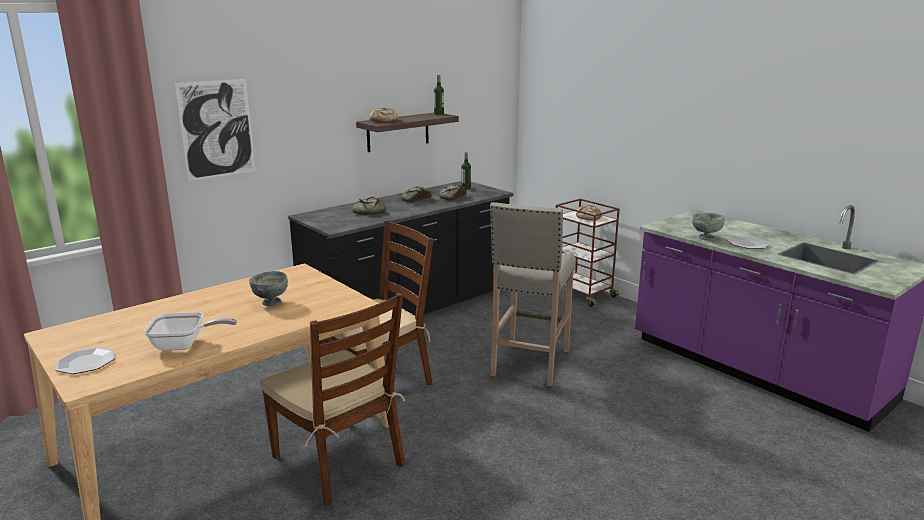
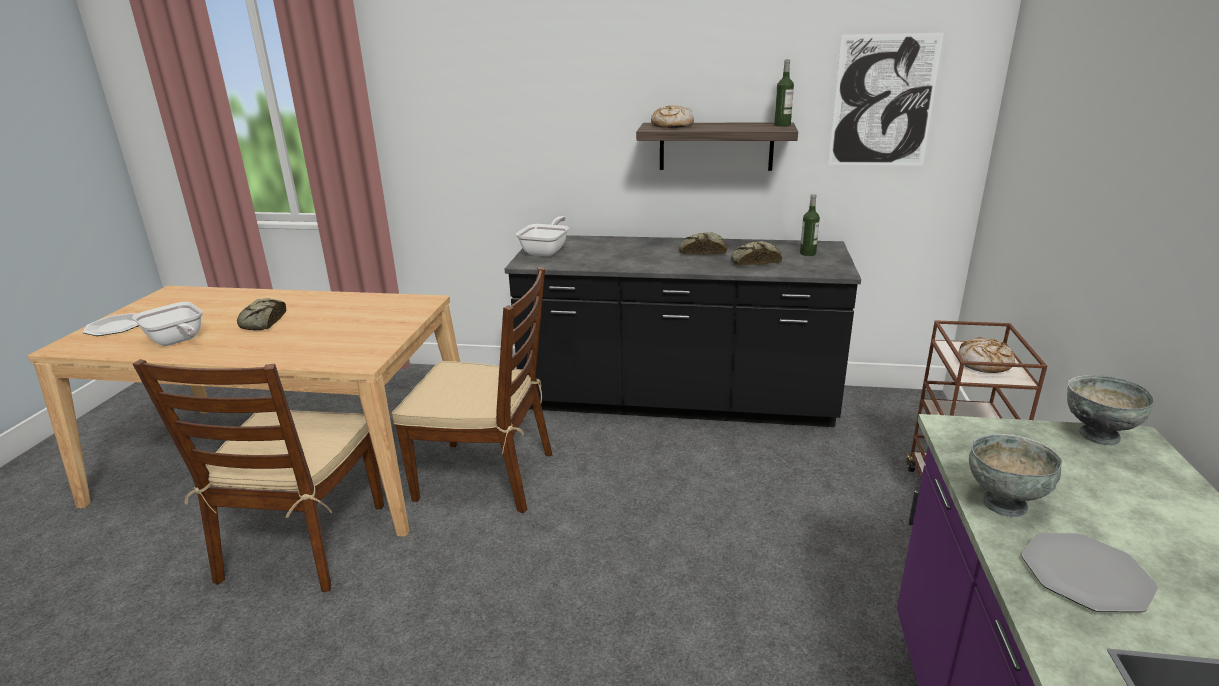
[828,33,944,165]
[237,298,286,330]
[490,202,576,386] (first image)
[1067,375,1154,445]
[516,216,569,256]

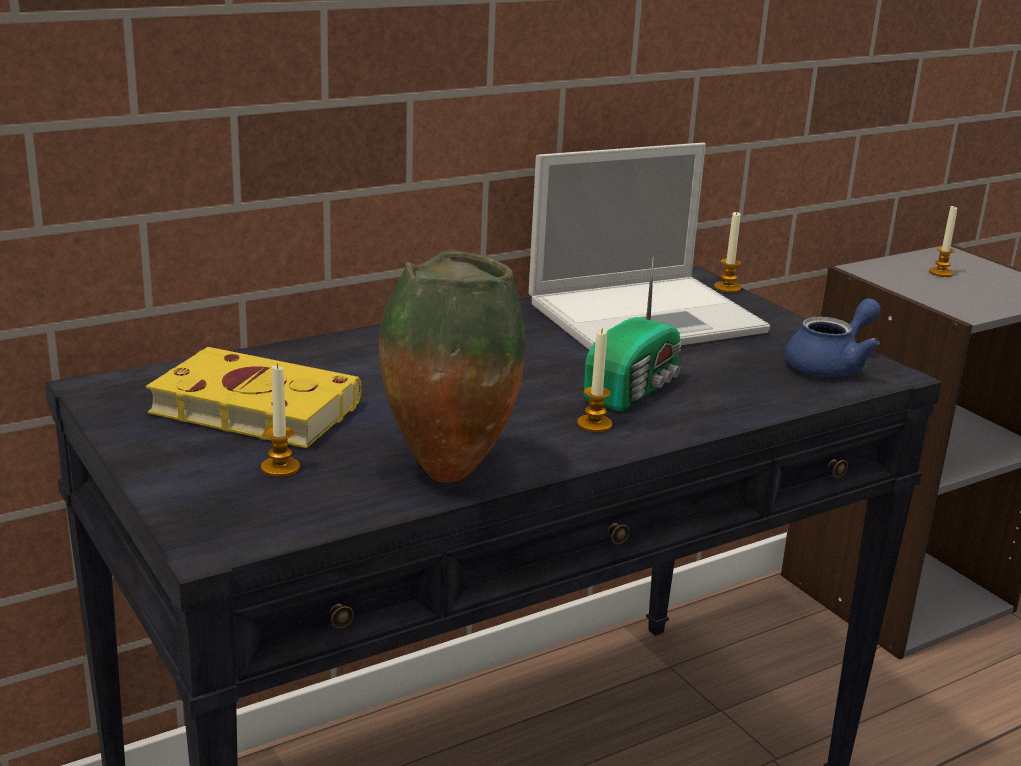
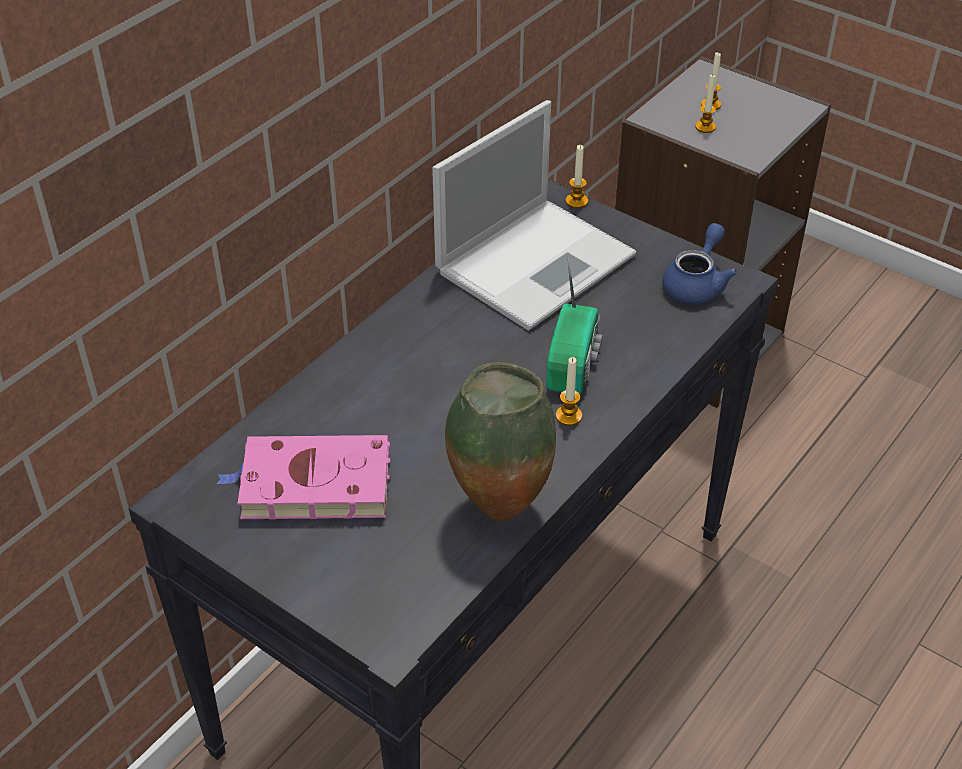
[217,435,391,520]
[695,75,716,133]

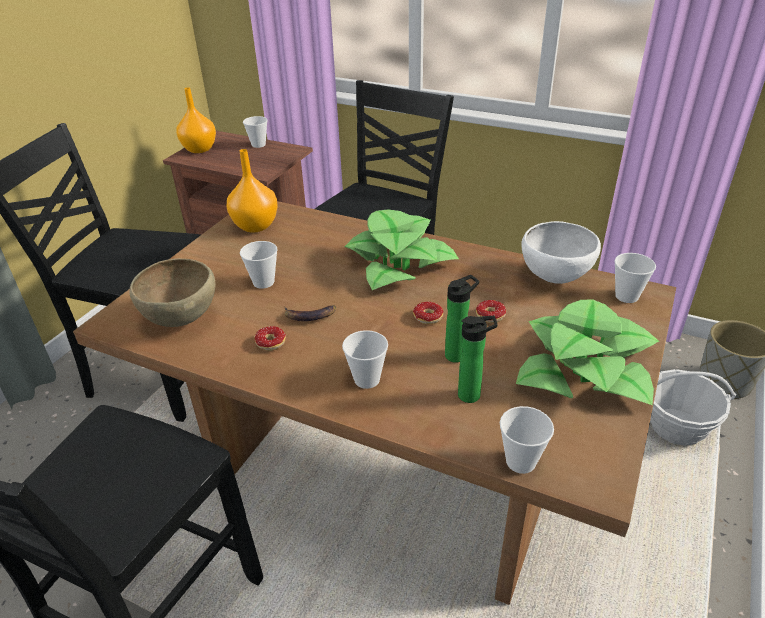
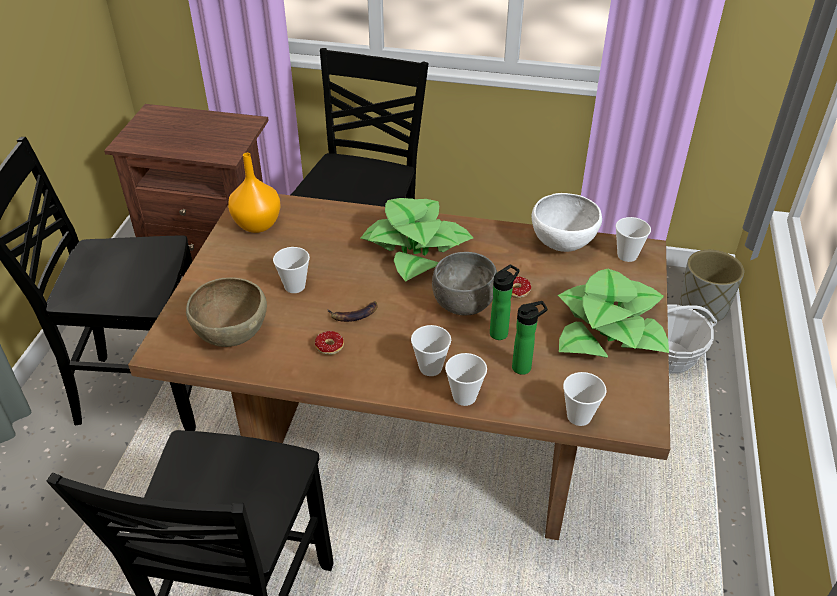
[176,87,216,153] (first image)
[445,353,487,406]
[432,252,497,316]

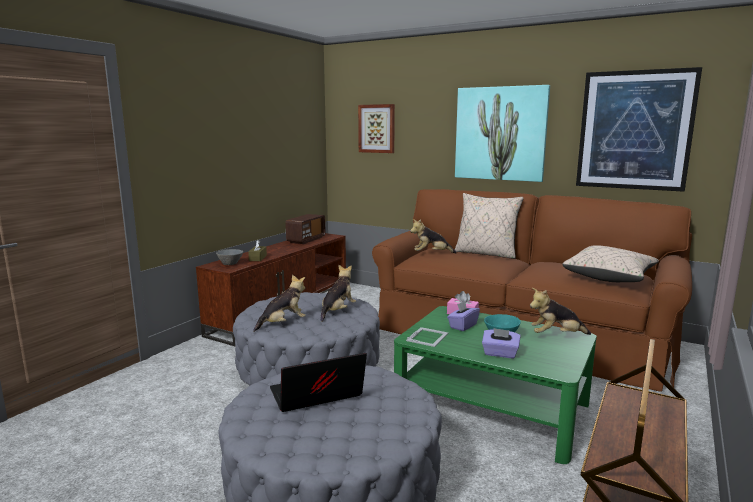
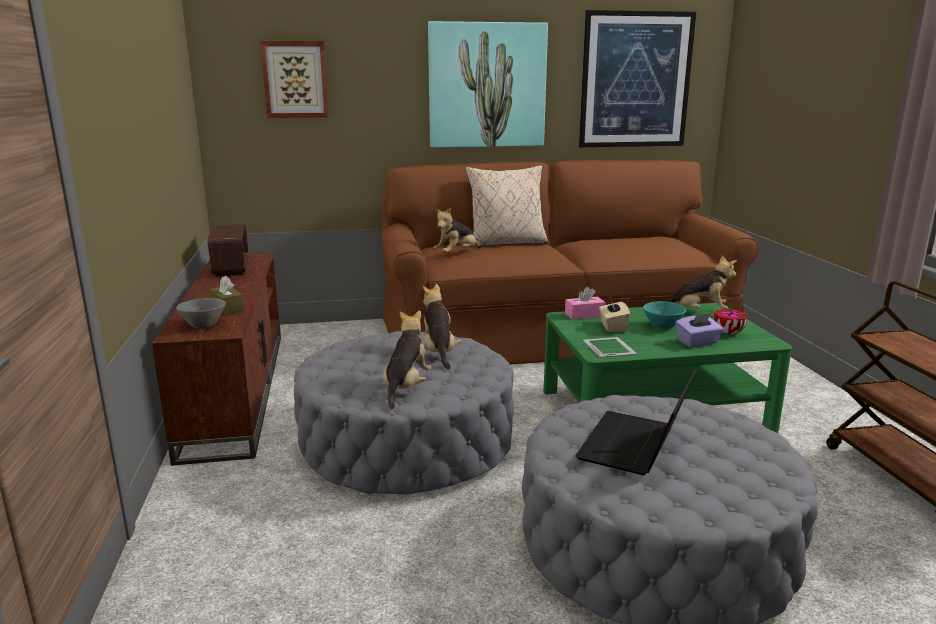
[562,245,659,282] (first image)
[667,255,737,309]
[599,297,630,332]
[713,309,747,334]

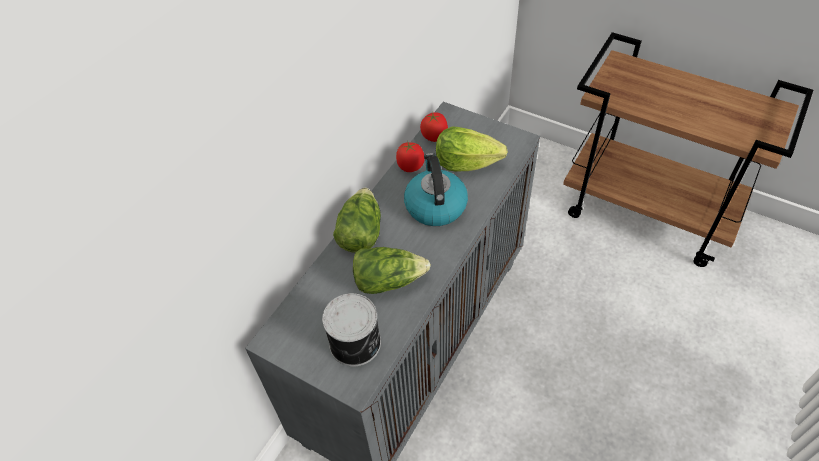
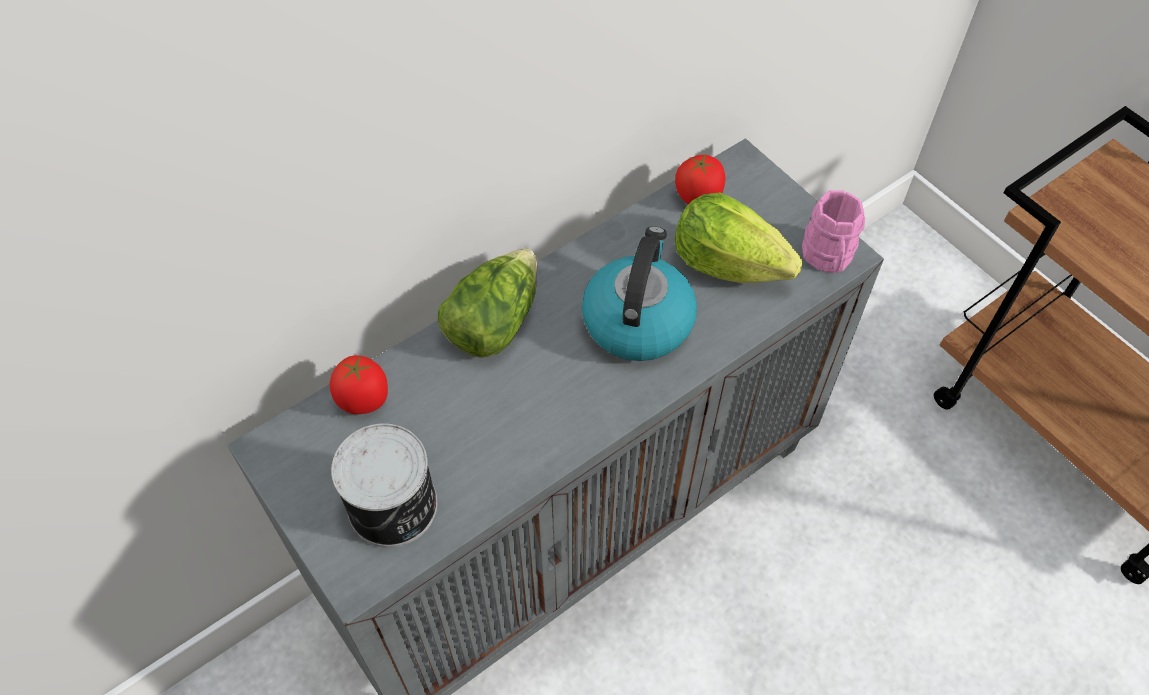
[330,355,388,414]
[353,247,431,294] (first image)
[802,190,865,273]

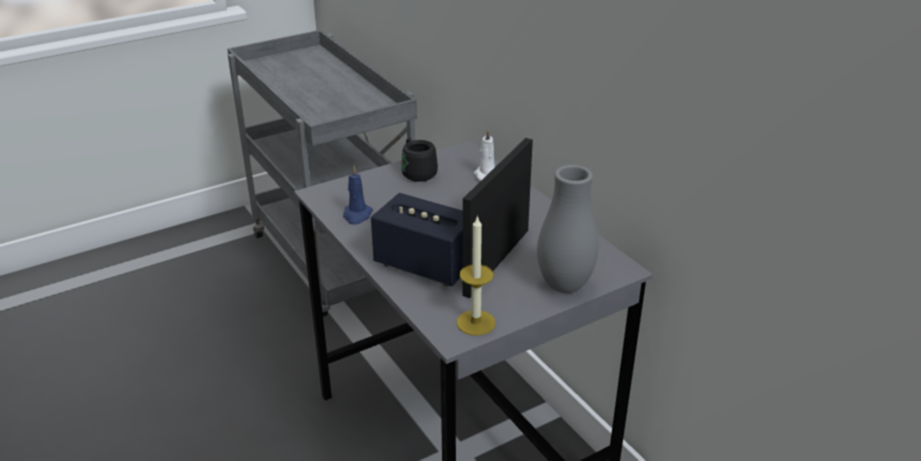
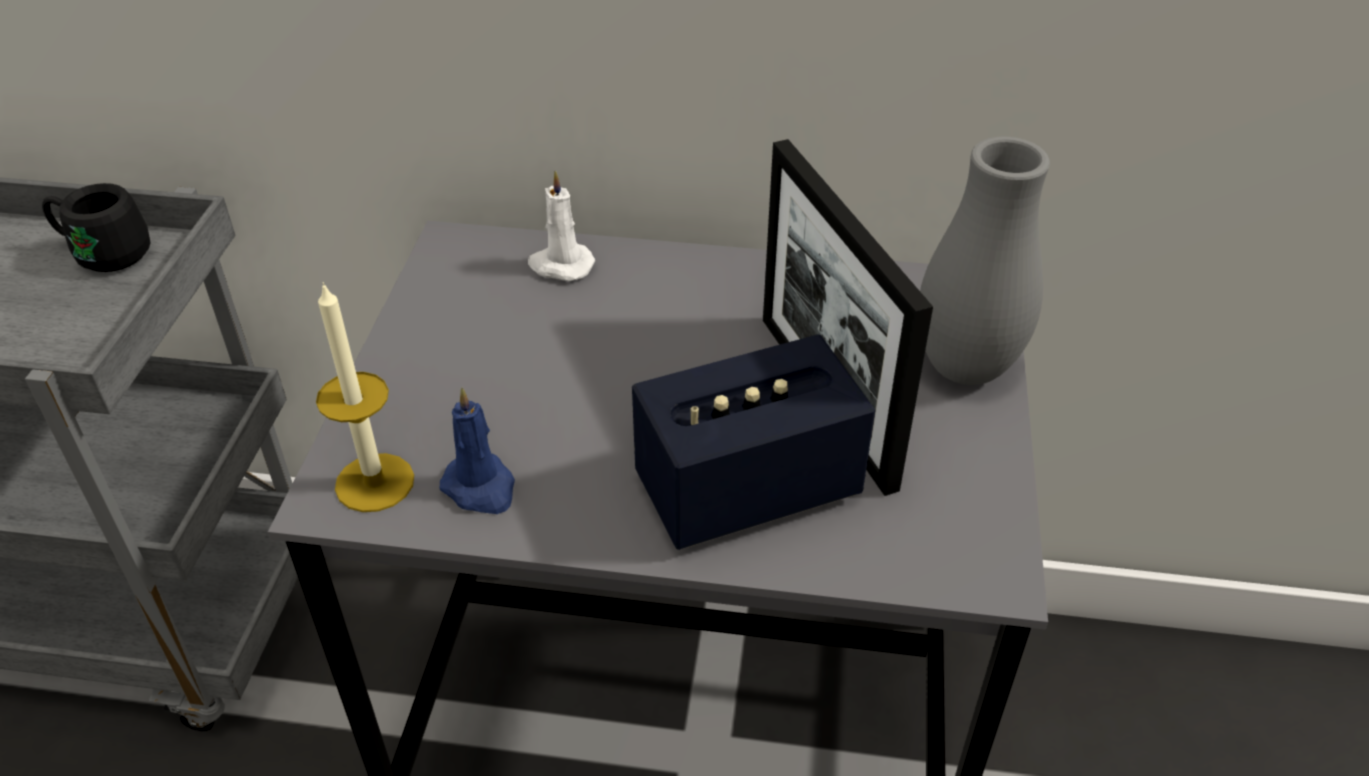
[42,183,150,272]
[316,282,414,512]

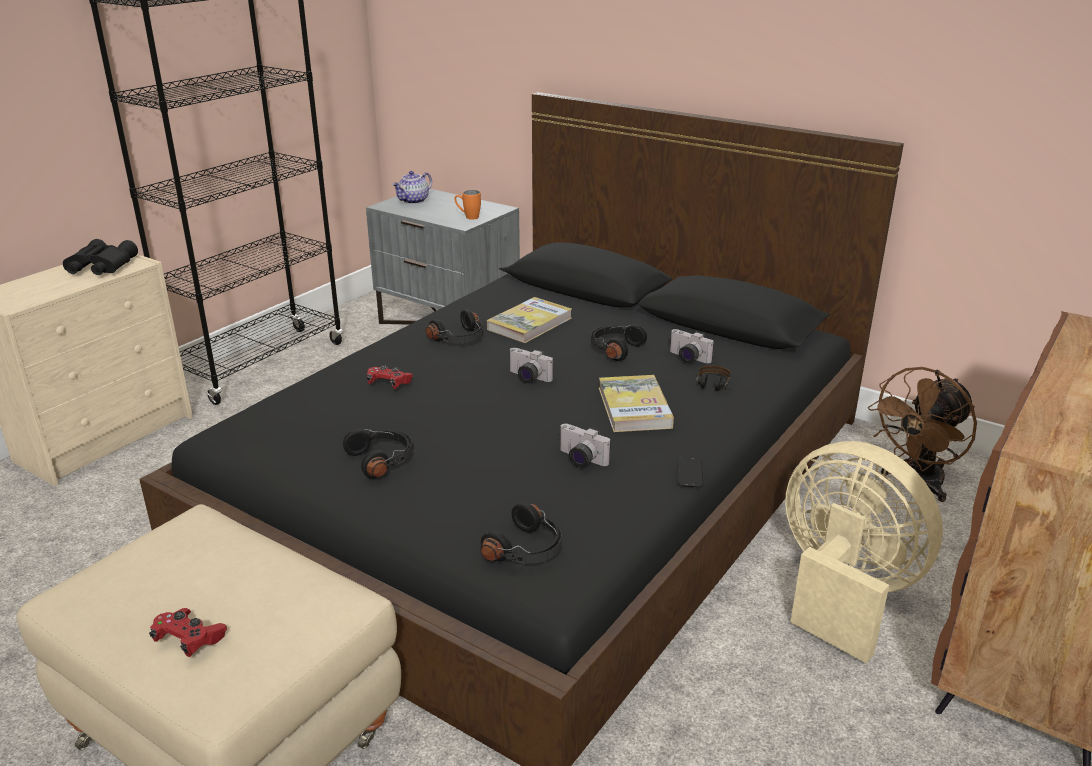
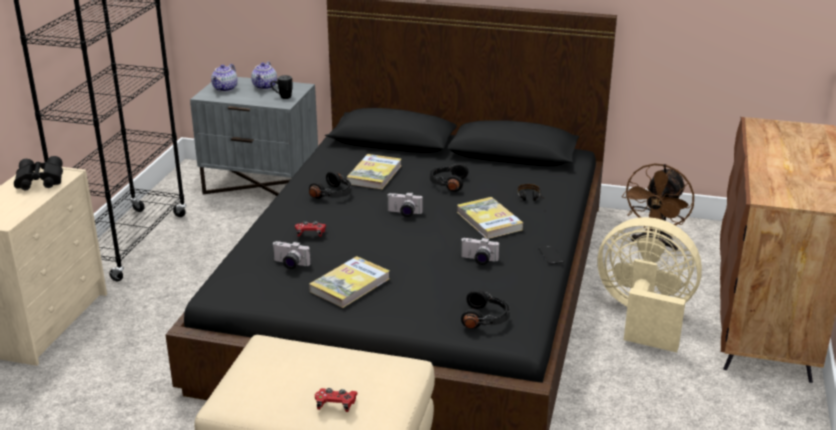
[270,75,293,99]
[272,241,311,269]
[309,256,390,308]
[251,62,277,90]

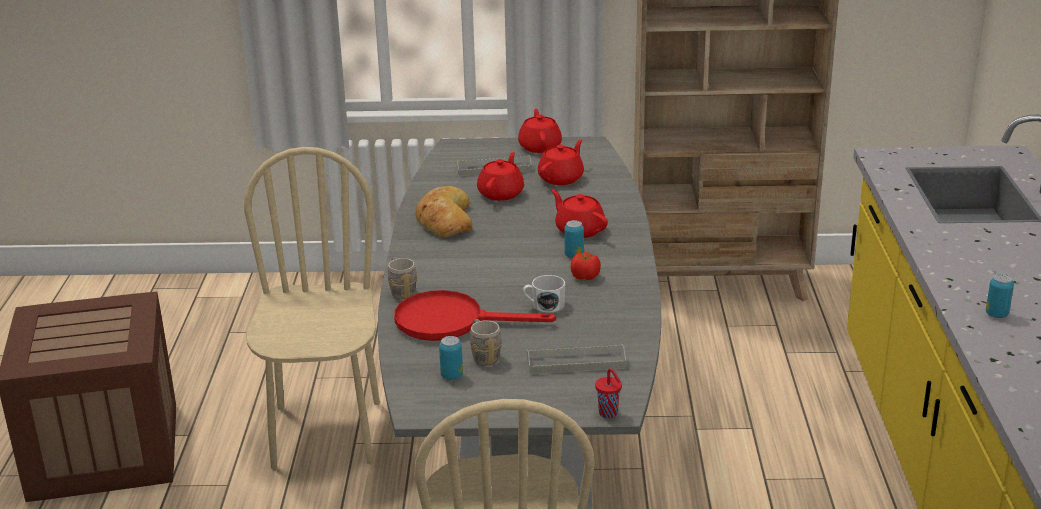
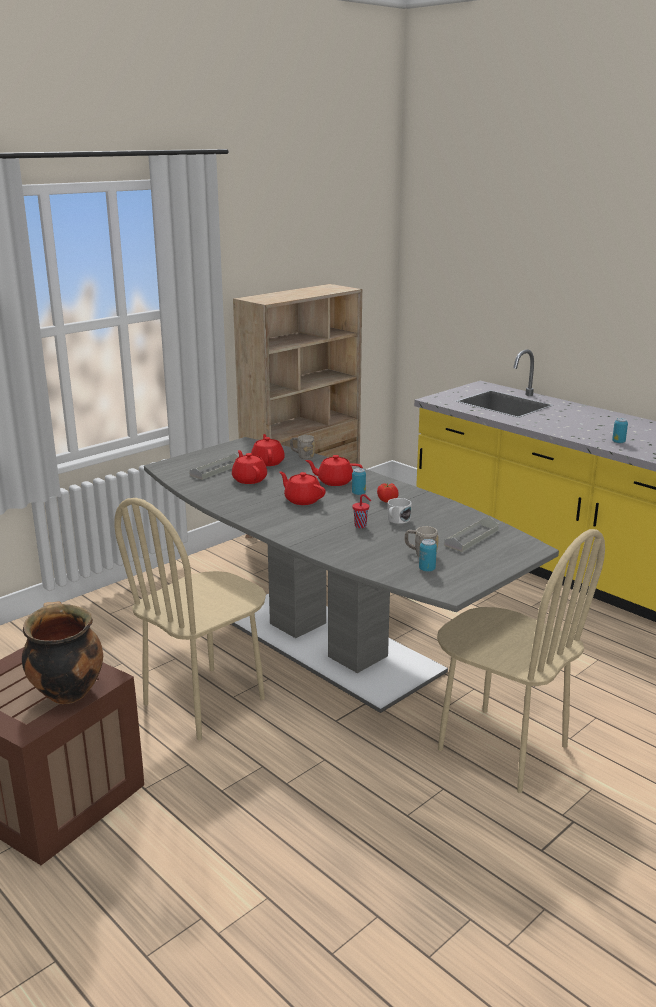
[279,471,325,505]
[114,498,266,740]
[415,186,472,237] (first image)
[290,435,315,459]
[394,290,556,341] (first image)
[352,494,371,528]
[22,601,103,704]

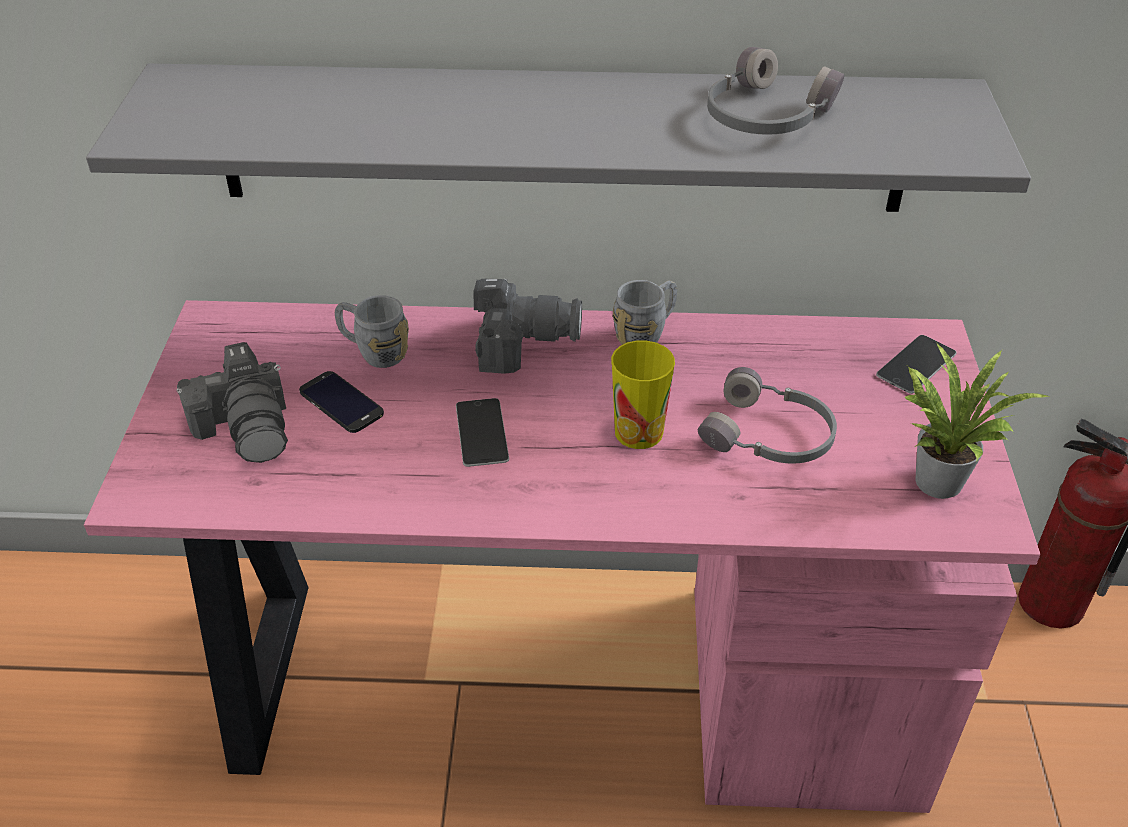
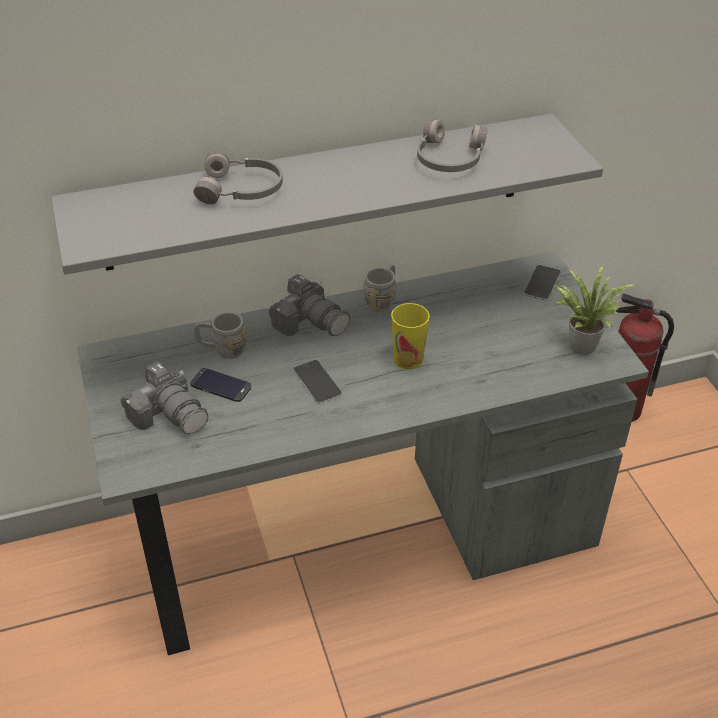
[269,274,350,336]
[77,251,649,655]
[193,150,283,204]

